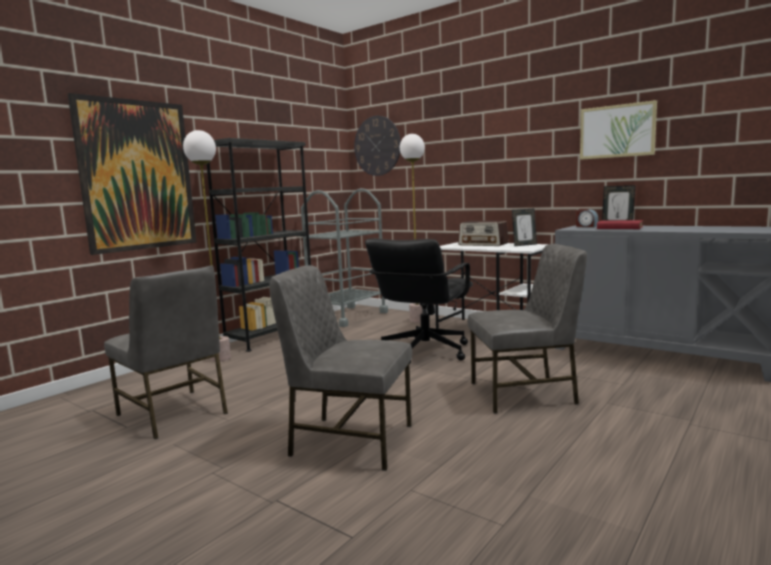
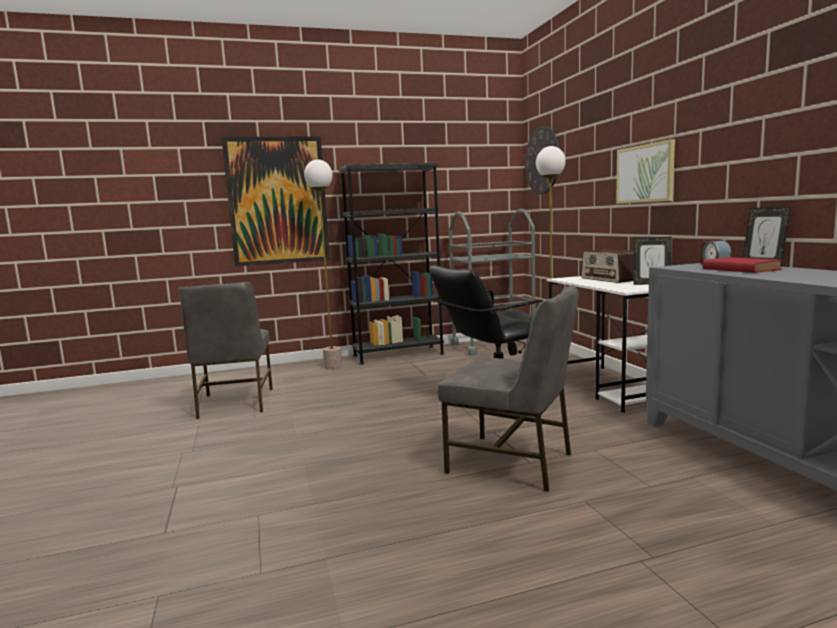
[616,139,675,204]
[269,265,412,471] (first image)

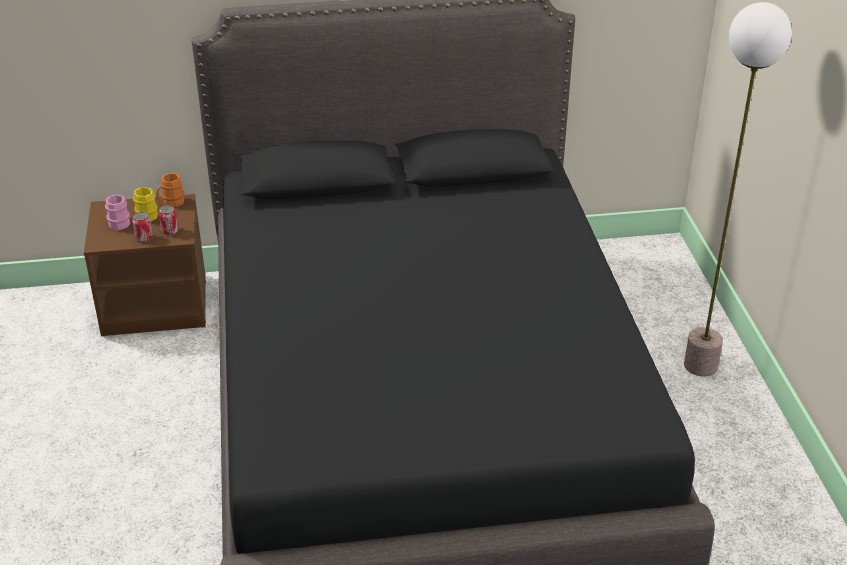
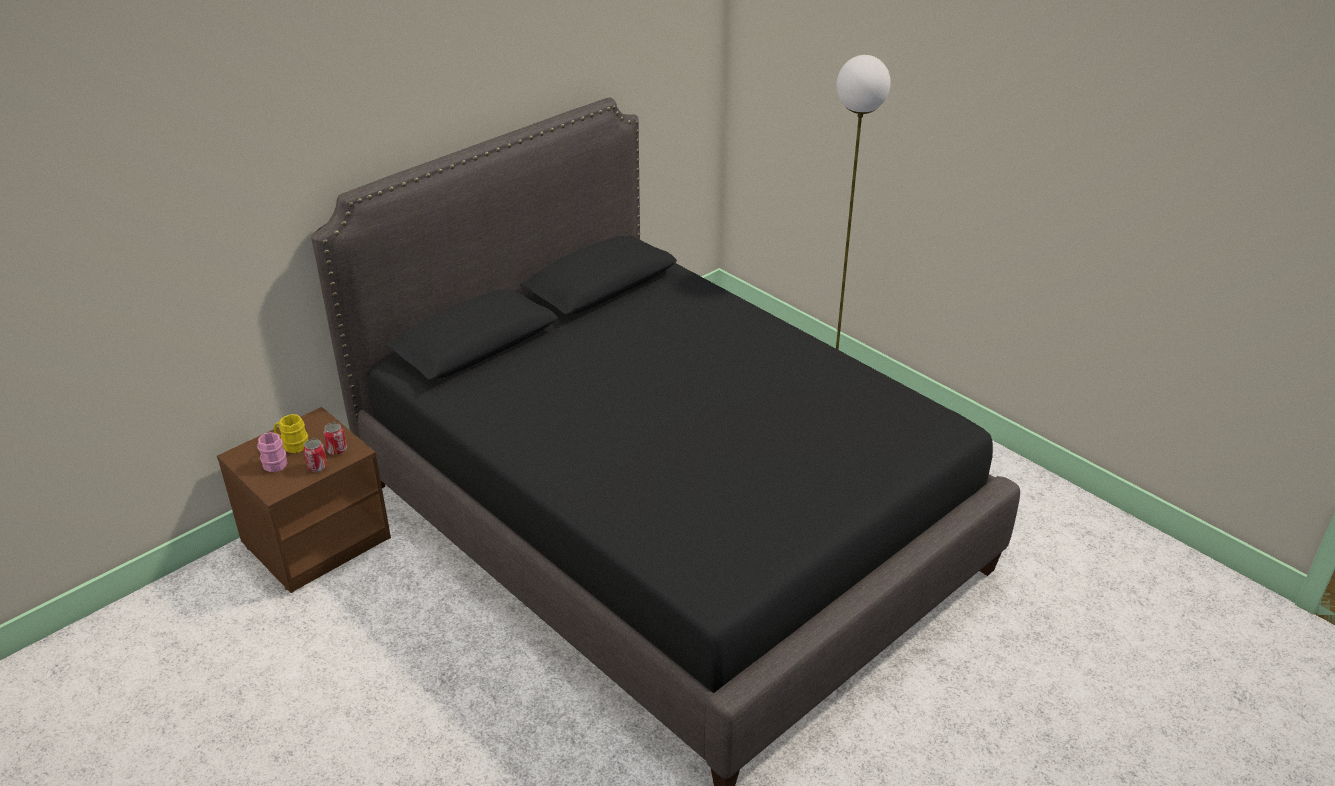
[156,173,184,207] (first image)

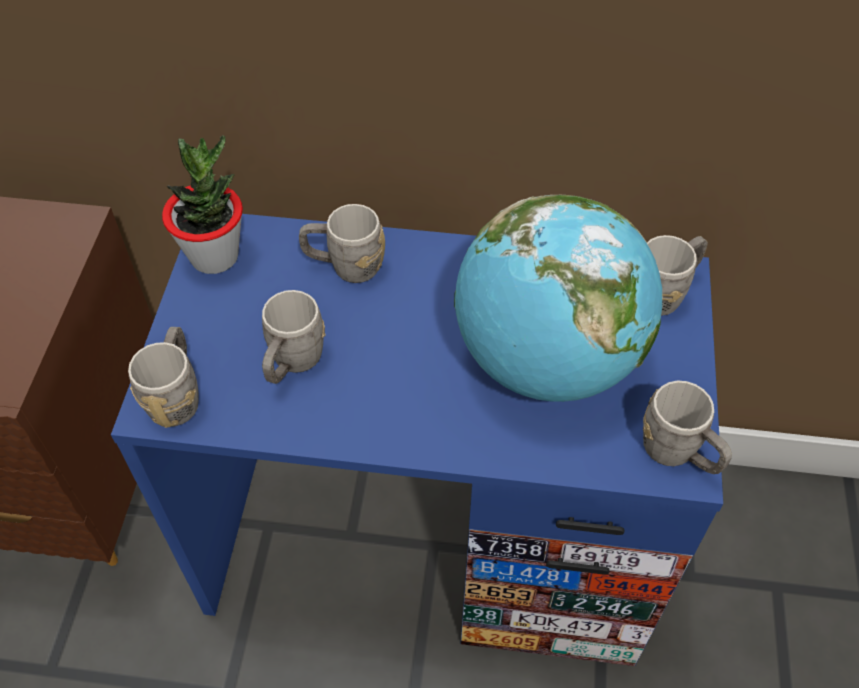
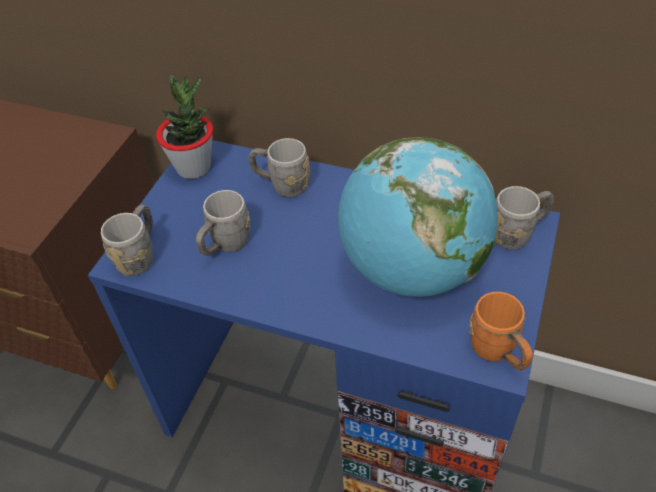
[469,292,533,371]

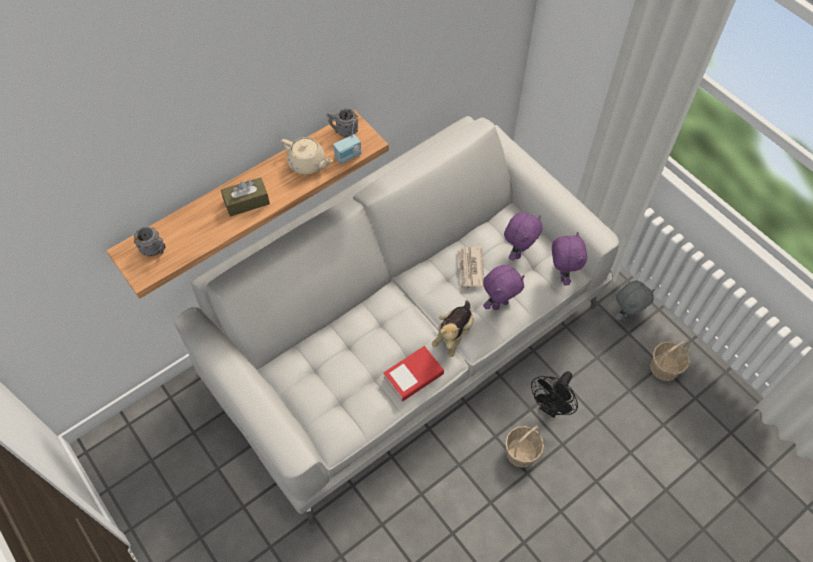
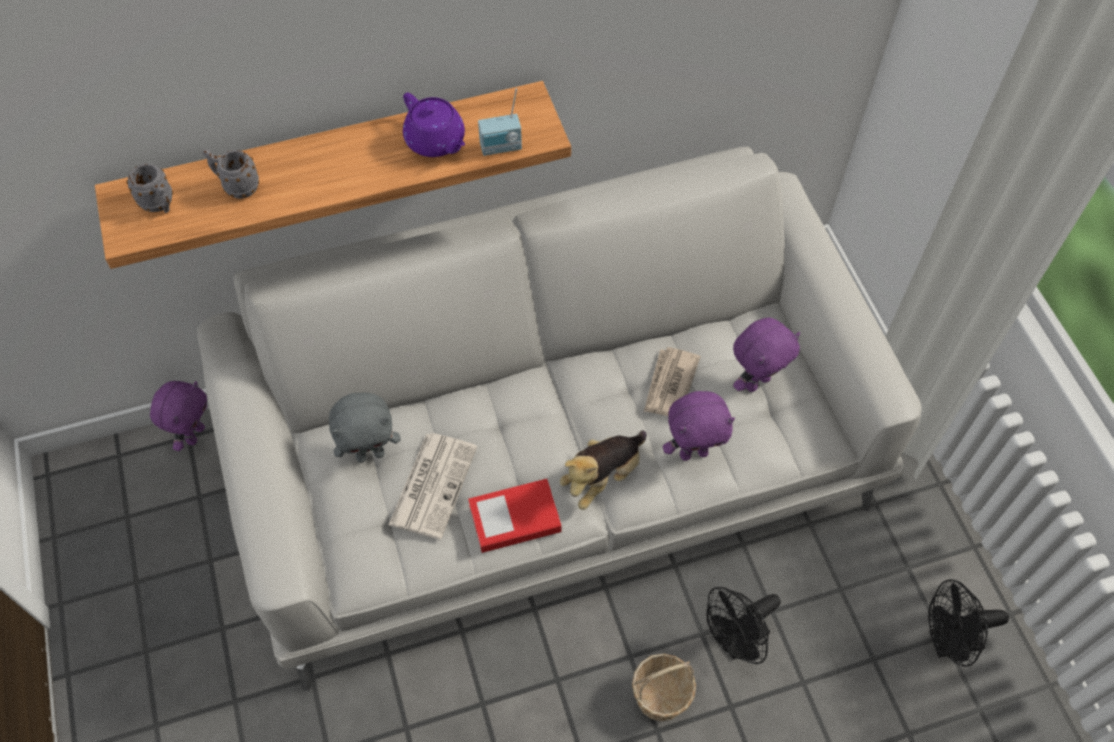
[203,149,259,199]
[403,93,465,157]
[221,177,270,217] (first image)
[150,381,207,451]
[329,392,401,463]
[928,579,1009,667]
[389,433,477,539]

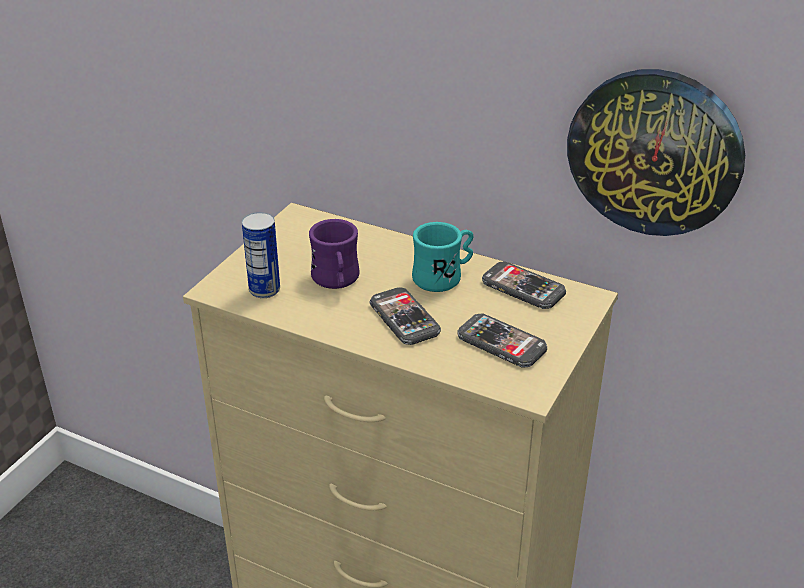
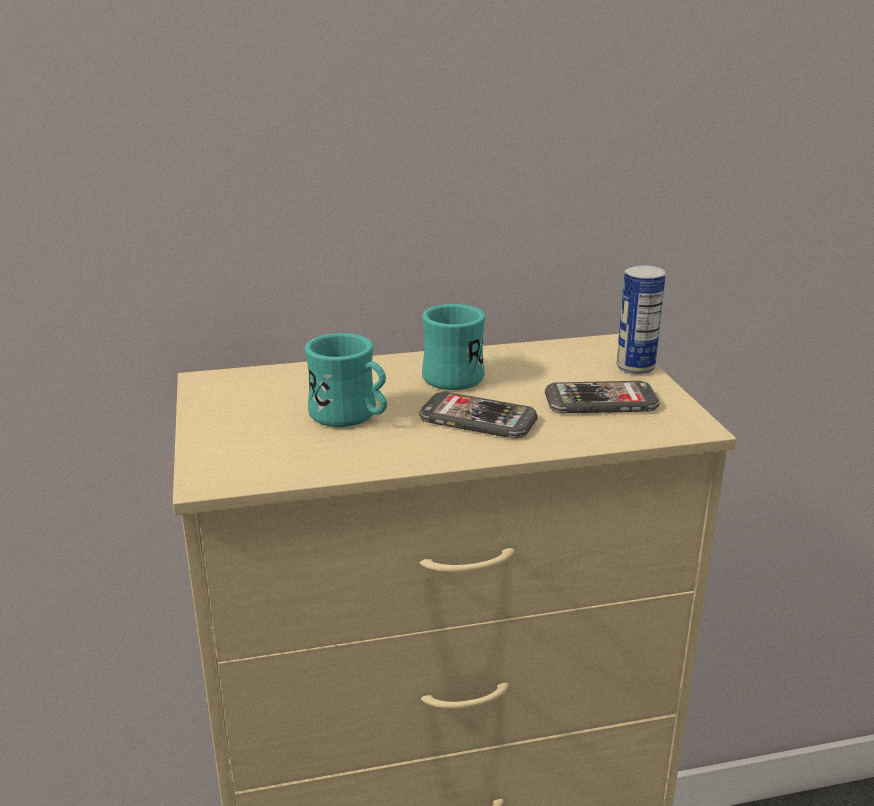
[567,69,745,236] (first image)
[616,265,666,374]
[305,333,387,427]
[482,262,566,309] (first image)

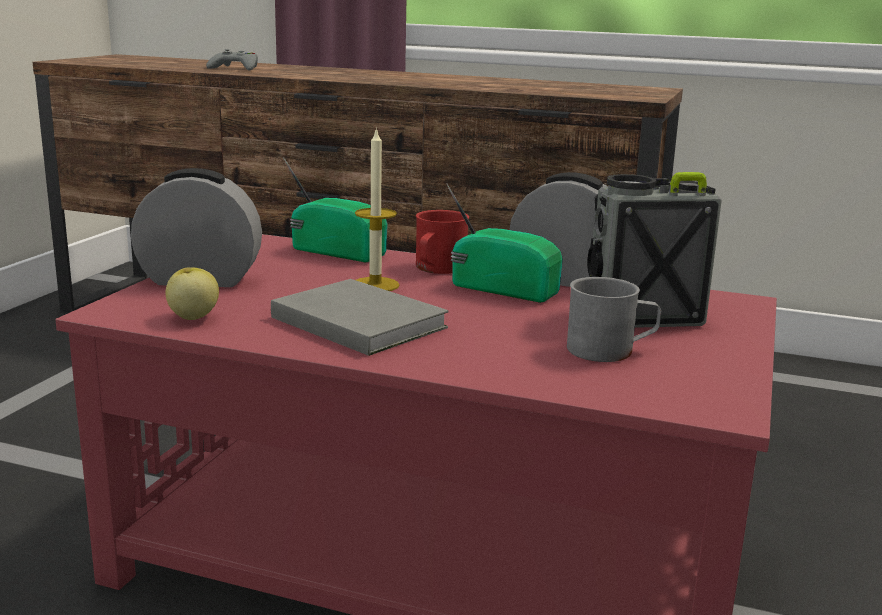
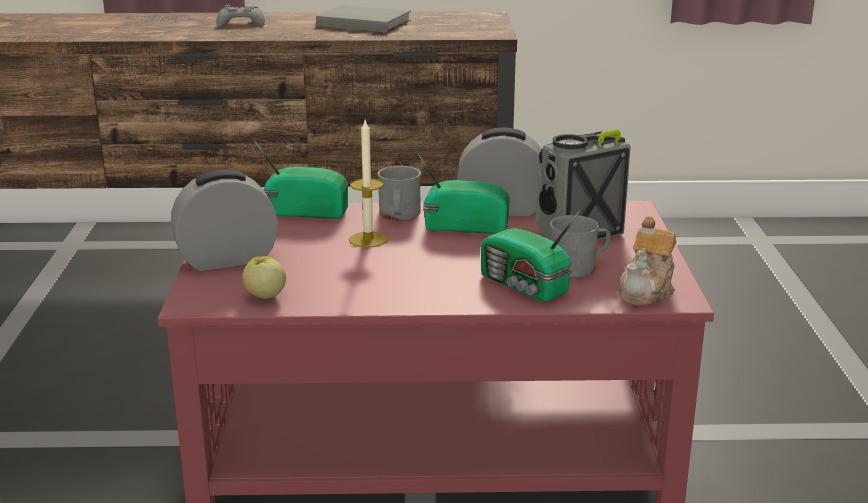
[216,5,265,28]
[378,166,421,220]
[316,5,411,32]
[481,209,581,302]
[619,216,676,306]

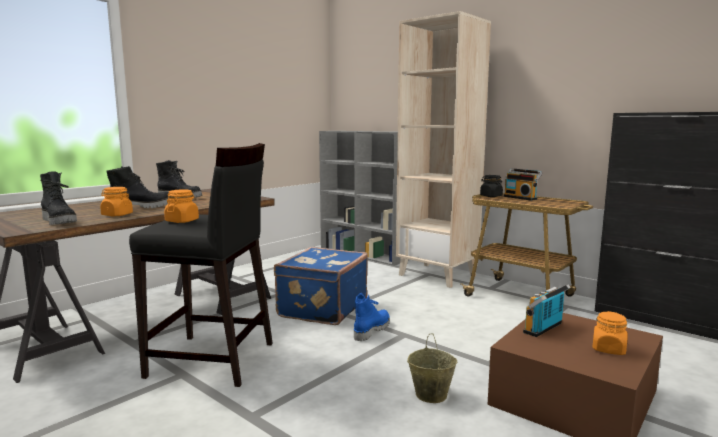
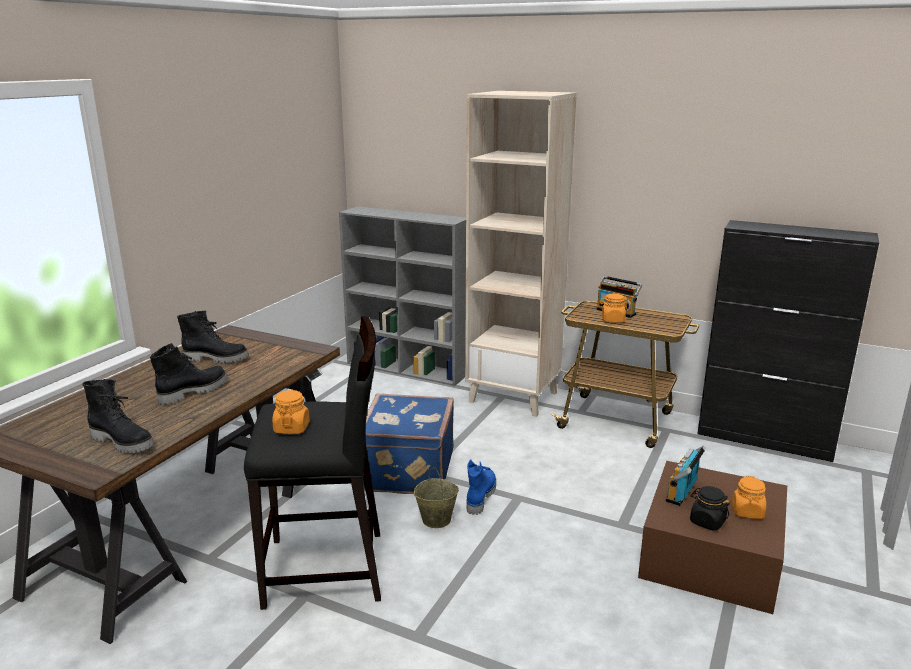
[690,486,730,531]
[600,294,628,323]
[414,468,459,528]

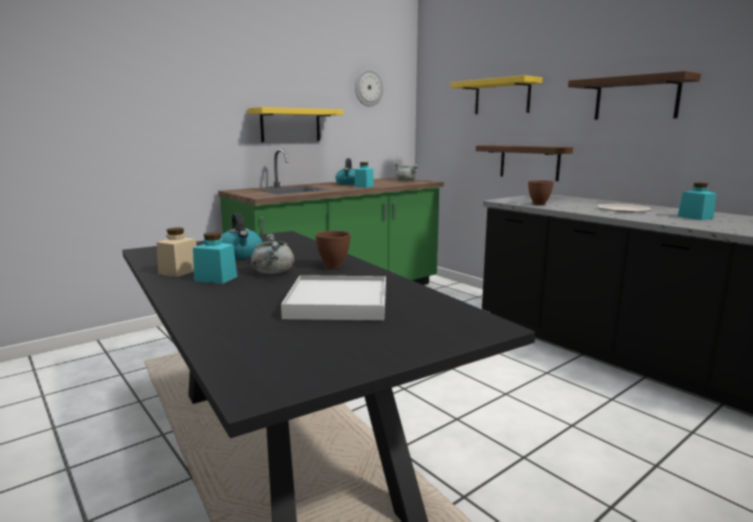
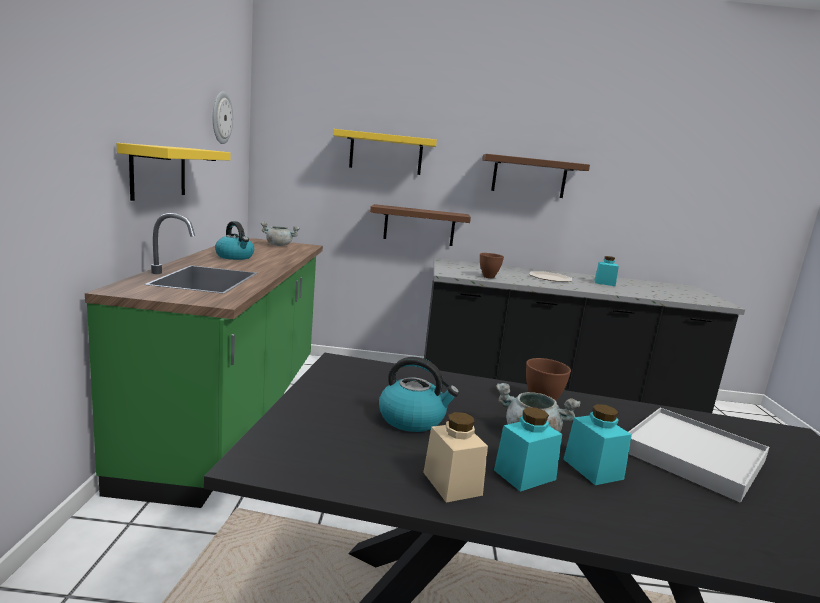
[564,404,632,485]

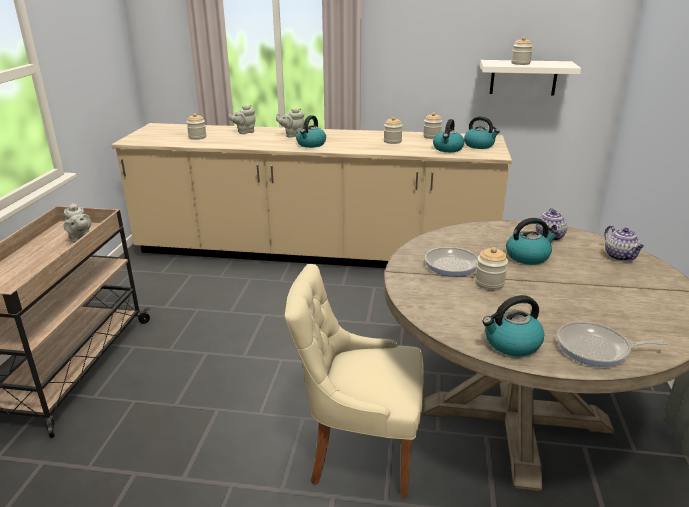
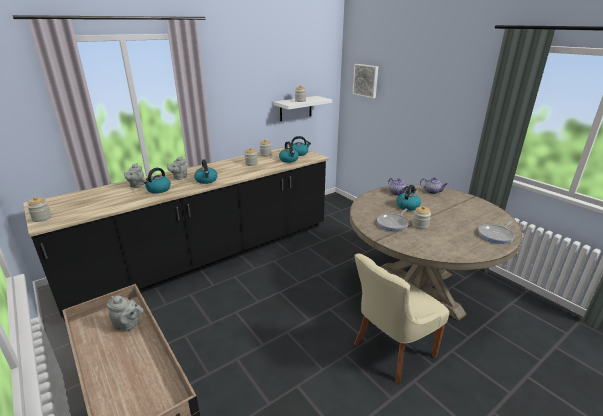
[27,197,52,222]
[23,146,329,322]
[143,168,171,193]
[352,64,378,98]

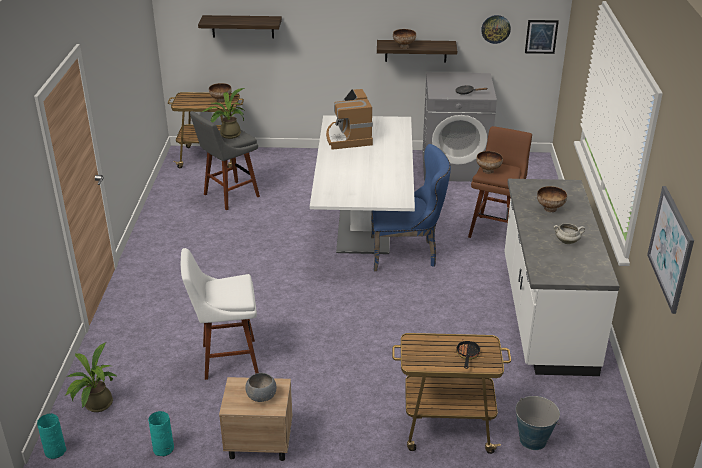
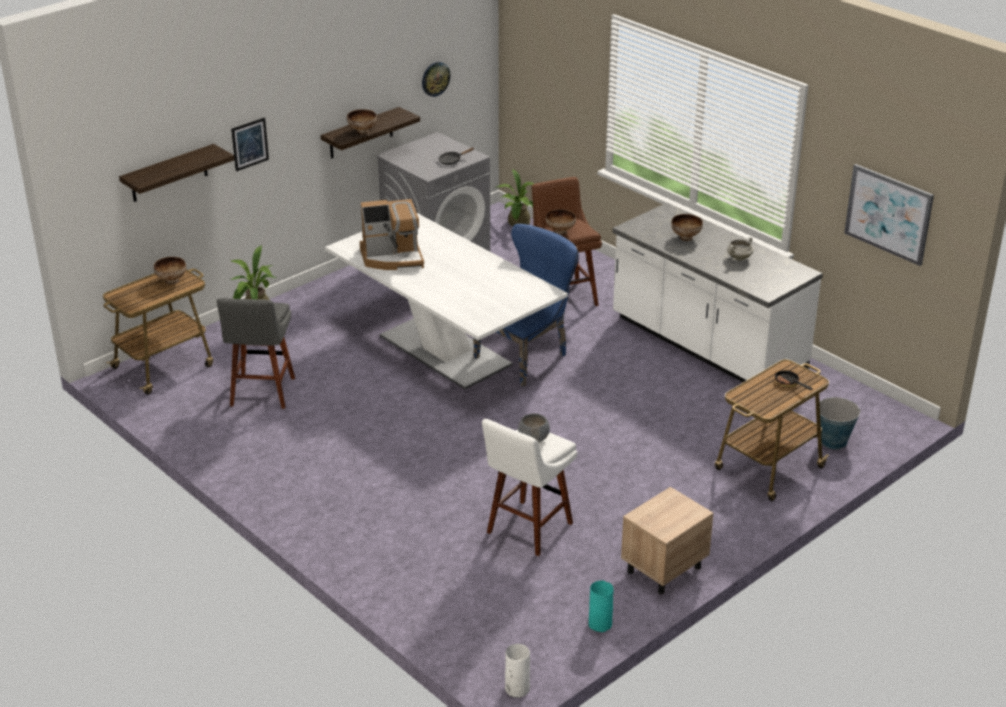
[231,117,269,171]
[360,199,424,270]
[497,169,535,226]
[518,413,550,442]
[505,644,530,698]

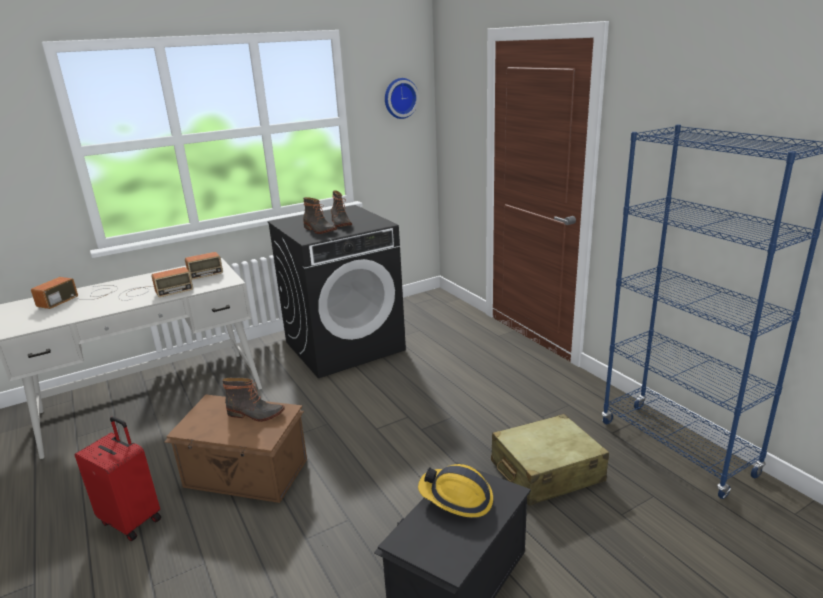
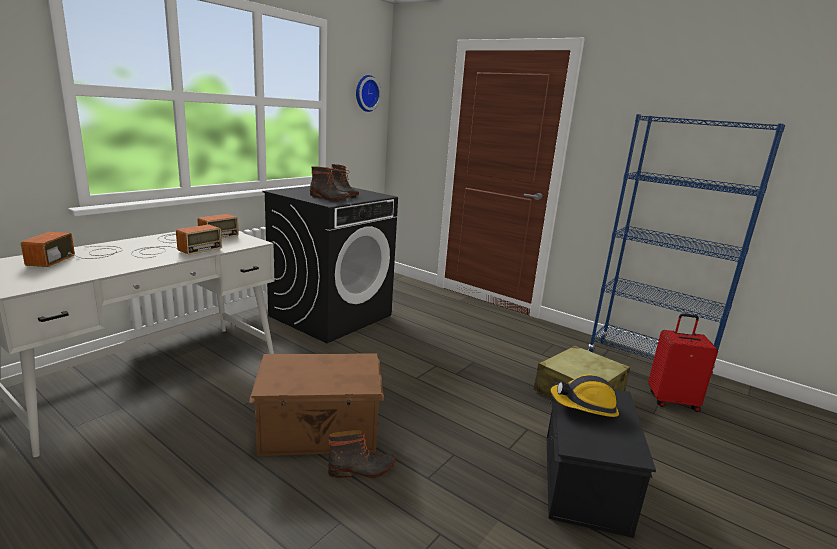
[328,430,395,478]
[648,313,718,412]

